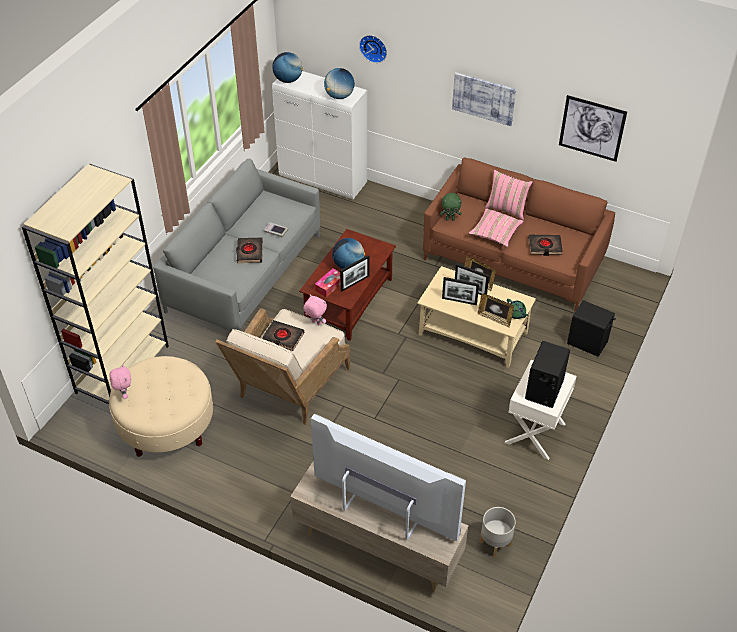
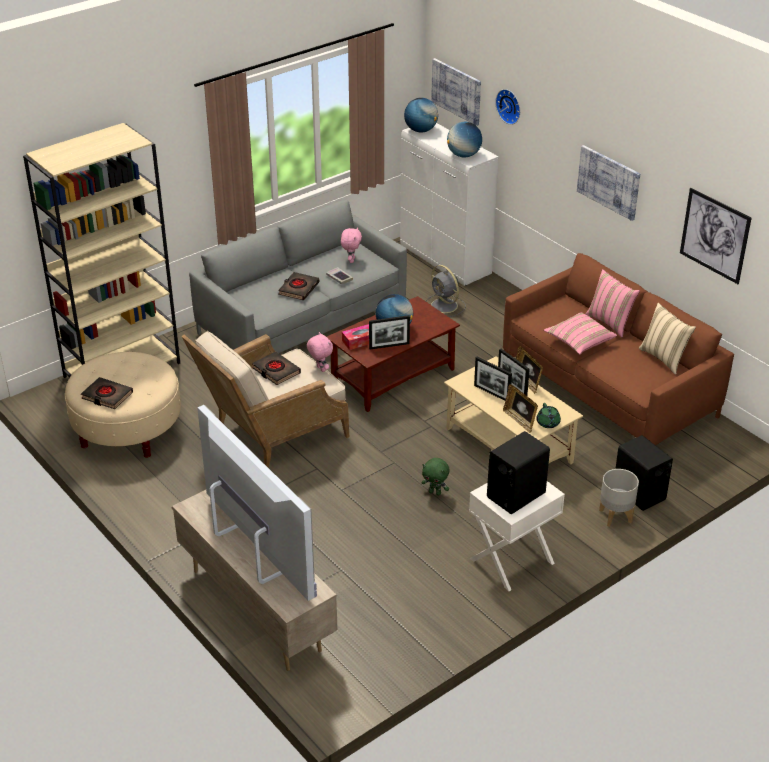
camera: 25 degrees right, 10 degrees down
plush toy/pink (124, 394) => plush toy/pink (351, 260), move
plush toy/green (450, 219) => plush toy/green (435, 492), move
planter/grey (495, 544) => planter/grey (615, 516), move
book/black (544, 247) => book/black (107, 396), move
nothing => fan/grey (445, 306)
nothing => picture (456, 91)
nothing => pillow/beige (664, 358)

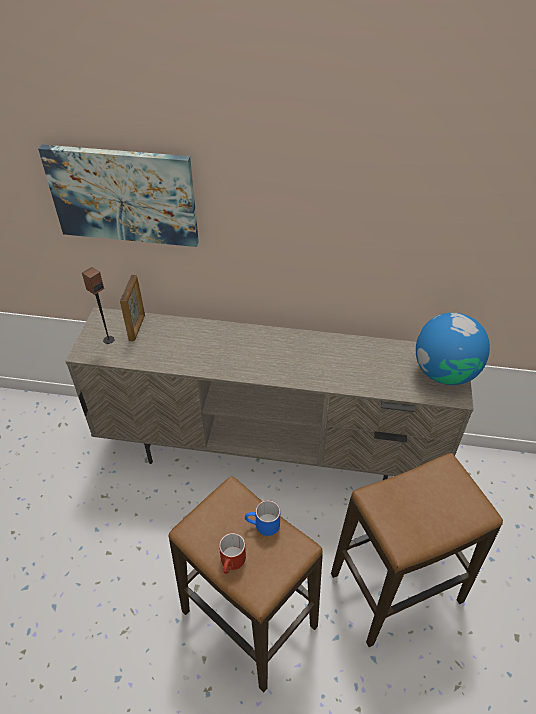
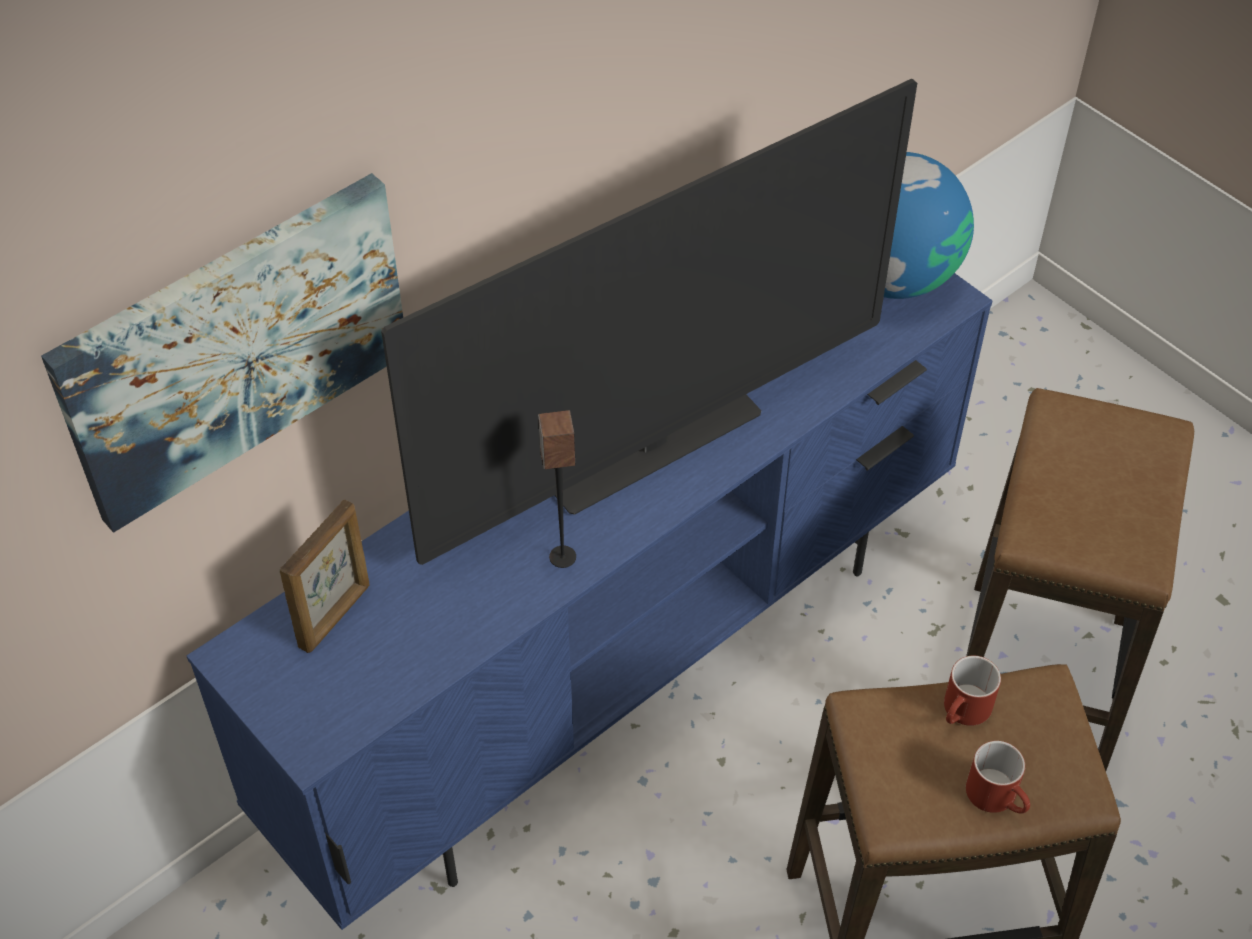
camera: 50 degrees left, 5 degrees up
tv stand/beige (270, 453) => tv stand/blue (624, 672)
speaker (108, 339) => speaker (562, 557), move
picture frame (137, 327) => picture frame (336, 616), 75 degrees clockwise
mug/blue (262, 525) => mug/red (964, 713)
nothing => television (656, 450)

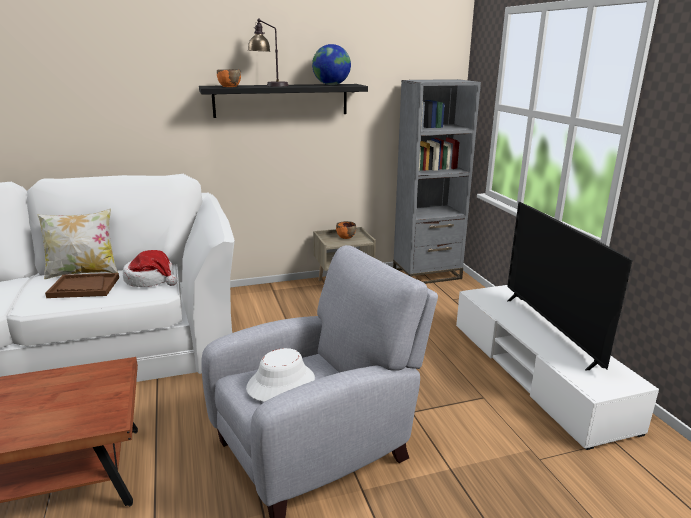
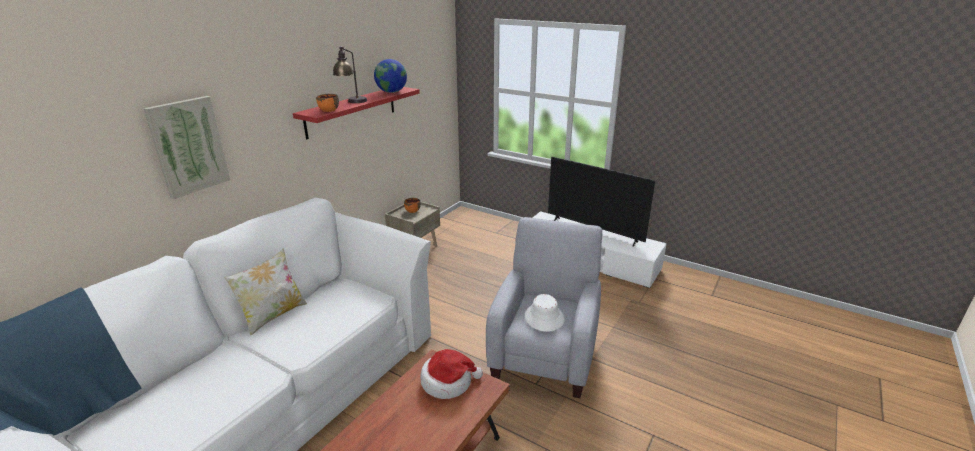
camera: 40 degrees left, 5 degrees up
tray/brown (84, 287) => nothing
hat (151, 279) => hat (448, 382), move
shelf/black (281, 100) => shelf/red (352, 111)
bookcase/grey (427, 274) => nothing
nothing => picture (188, 146)

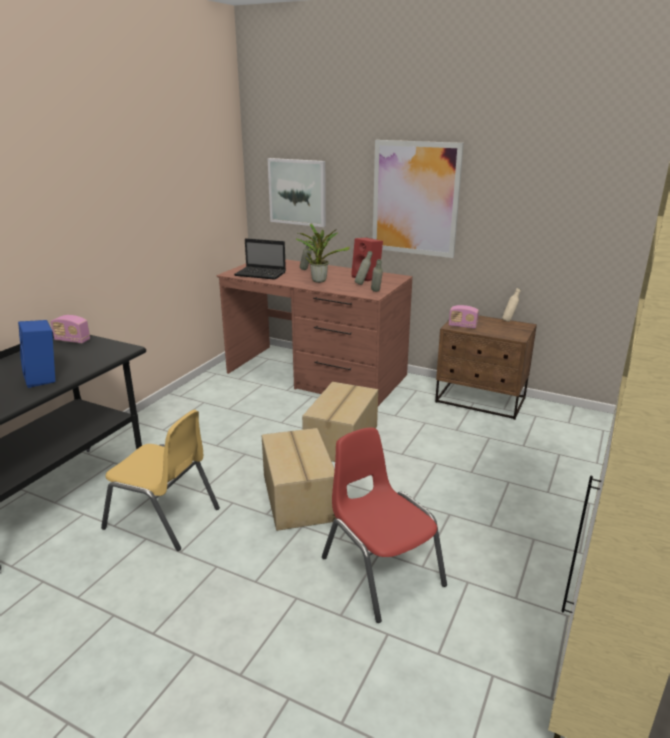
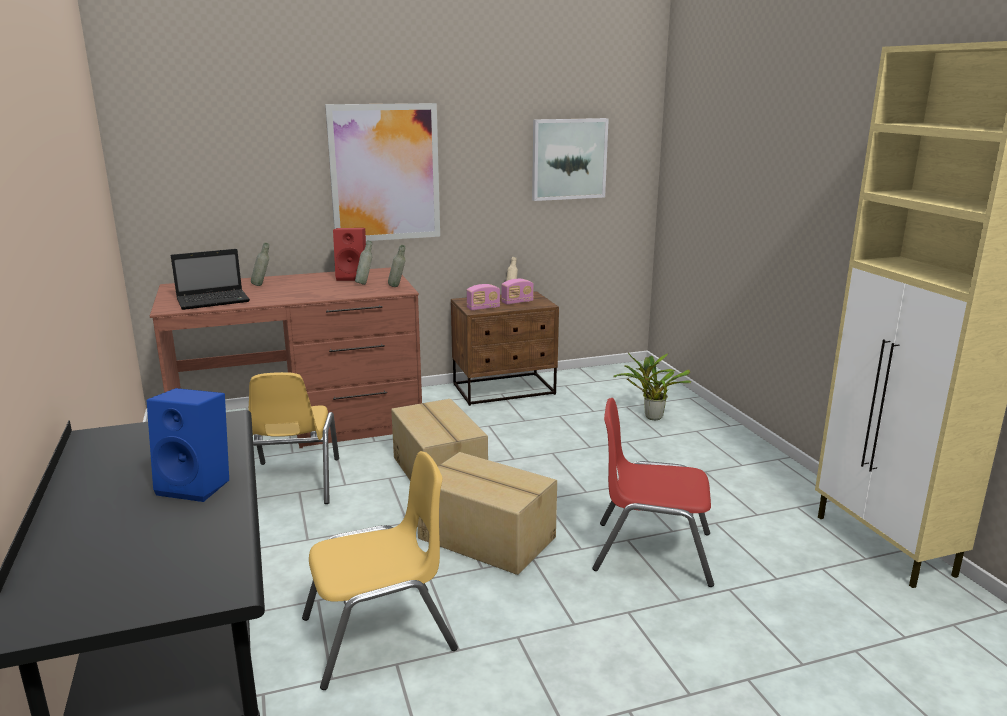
camera: 45 degrees left, 5 degrees down
radio (72, 340) => radio (517, 302), move
picture (297, 192) => picture (569, 159), move
potted plant (319, 280) => potted plant (651, 416), move
nothing => chair/yellow (294, 483)

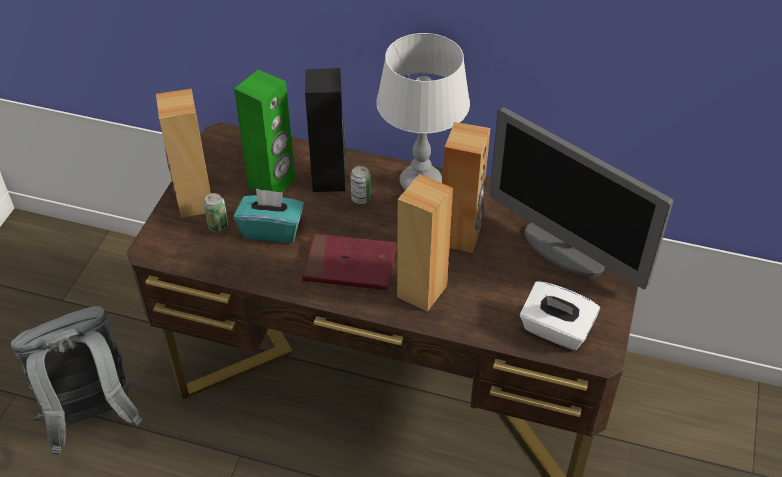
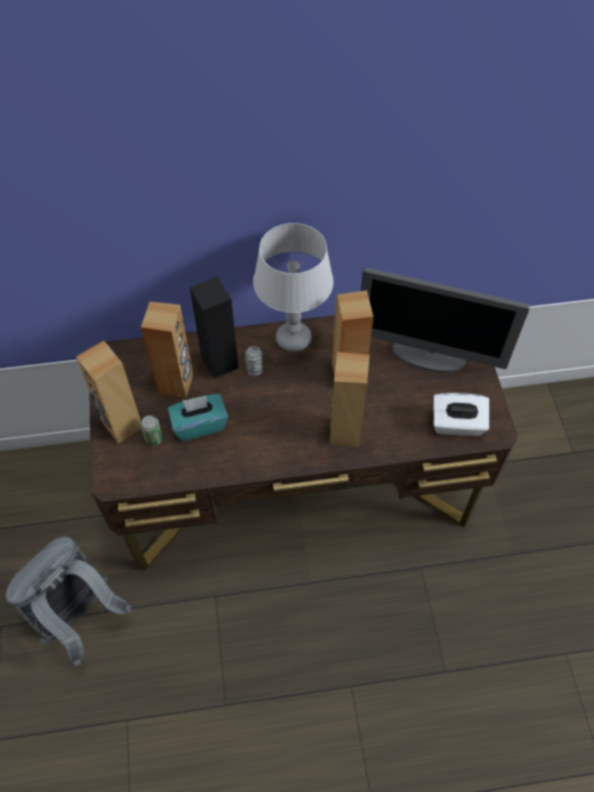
camera: 25 degrees left, 10 degrees up
speaker/green (272, 184) => speaker/brown (176, 384)
book/red (350, 265) => nothing

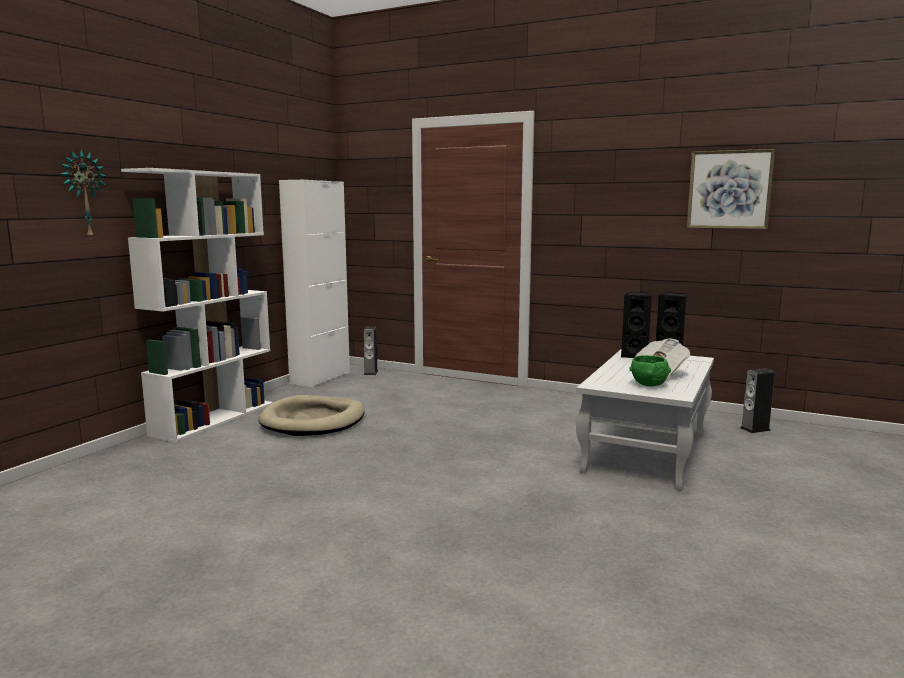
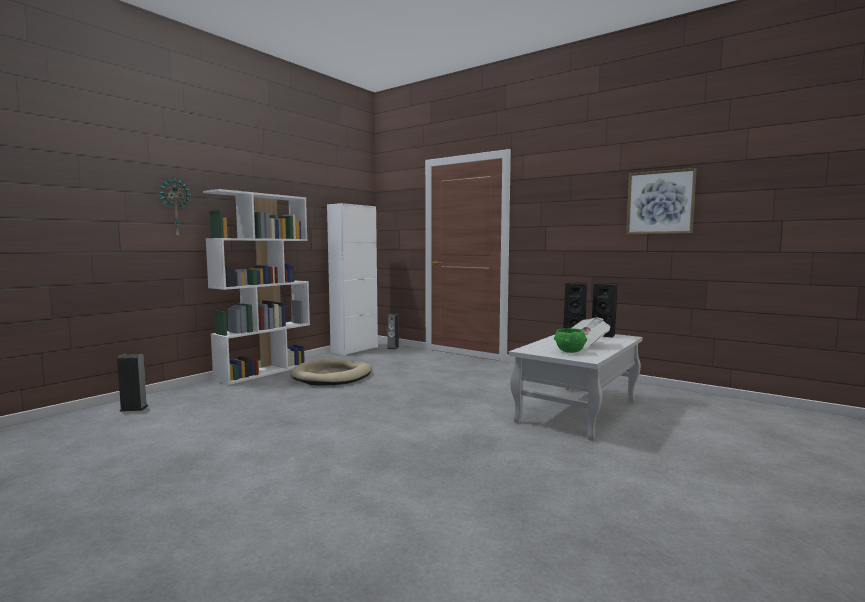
camera: 10 degrees right, 5 degrees down
speaker (755, 429) => speaker (134, 408), move

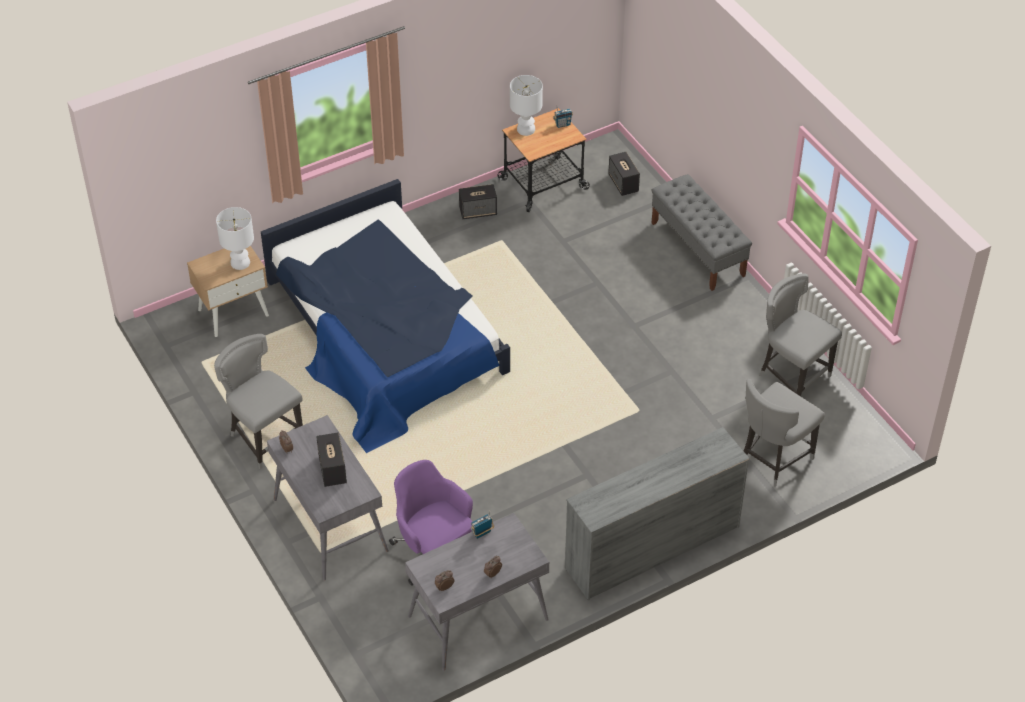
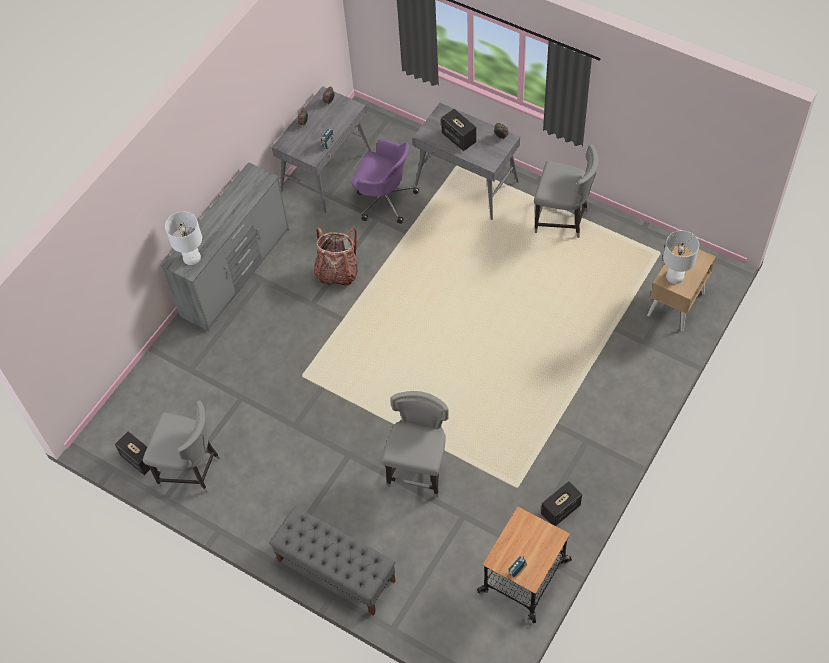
camera: 155 degrees right, 10 degrees up
bed (384, 331) => nothing
table lamp/white (525, 129) => table lamp/white (192, 257), move
speaker (623, 183) => speaker (138, 459), move
chair/grey (773, 459) => chair/grey (419, 469), move
nothing => backpack (337, 272)

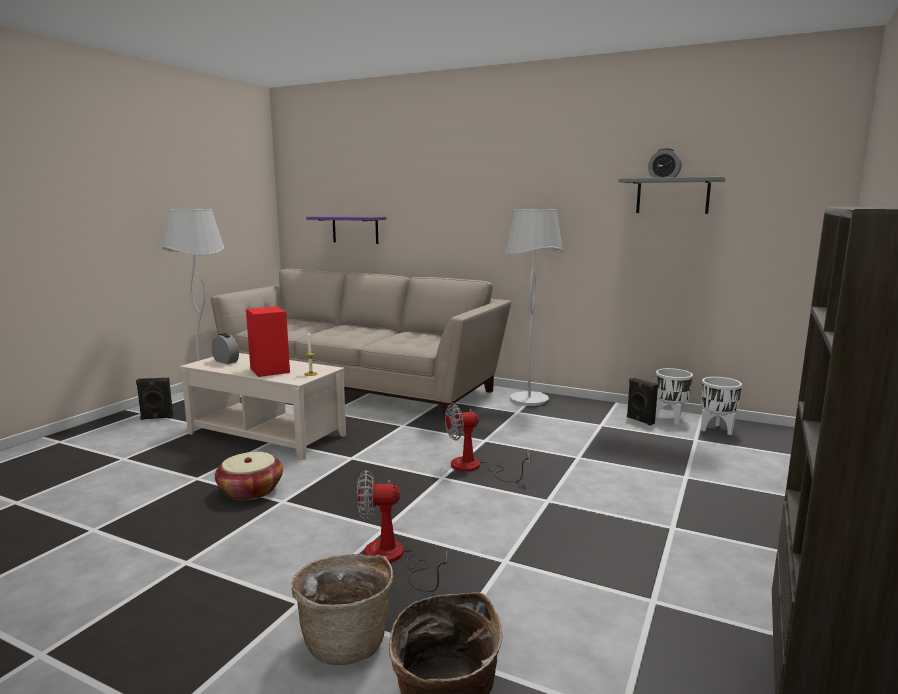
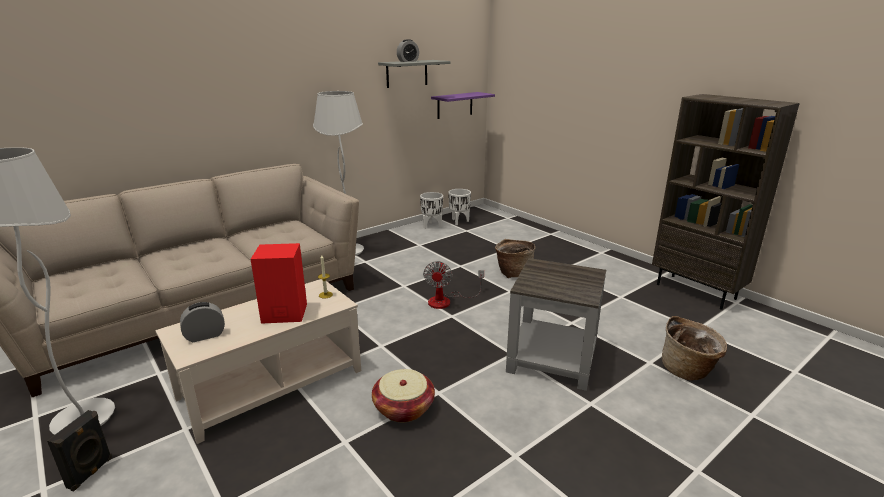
camera: 65 degrees left, 10 degrees up
basket (346, 640) => basket (513, 273), move
shelf/purple (355, 229) => shelf/purple (455, 105), move
fan (393, 559) => side table/grey (553, 358)
speaker/black (639, 420) => nothing

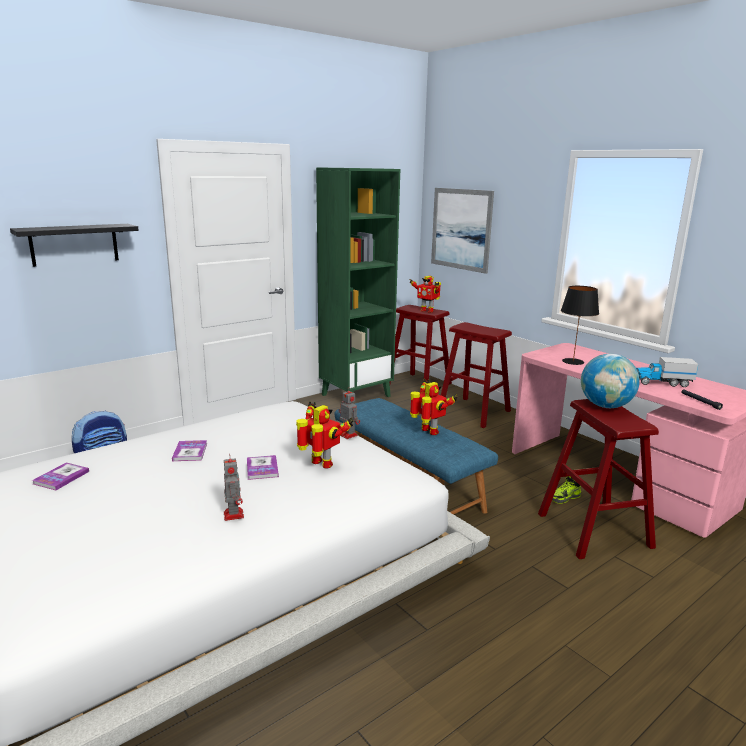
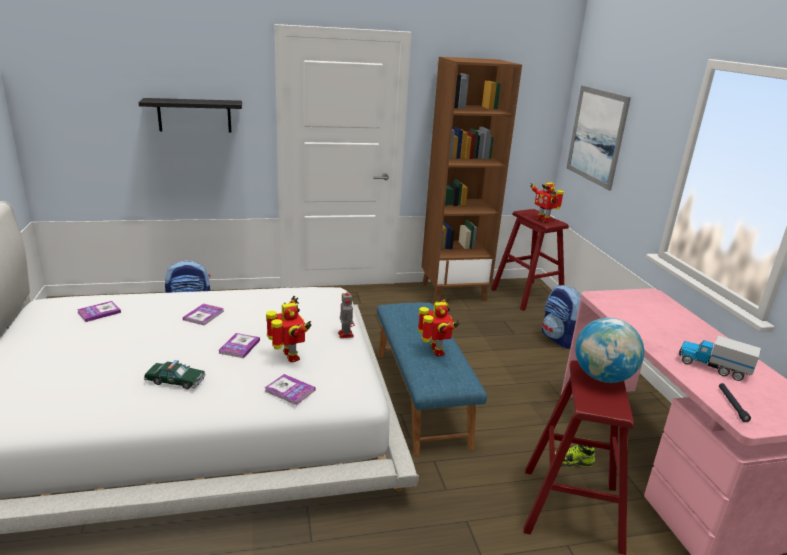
camera: 25 degrees right, 5 degrees up
toy robot (233, 514) => toy car (175, 381)
bookcase/green (356, 395) => bookcase/brown (454, 292)
stool/red (474, 412) => backpack (559, 339)
table lamp/black (573, 361) => nothing
nothing => book (290, 390)

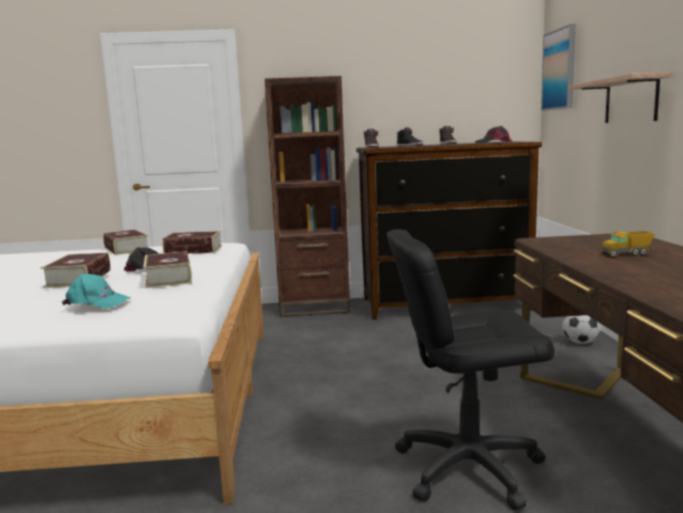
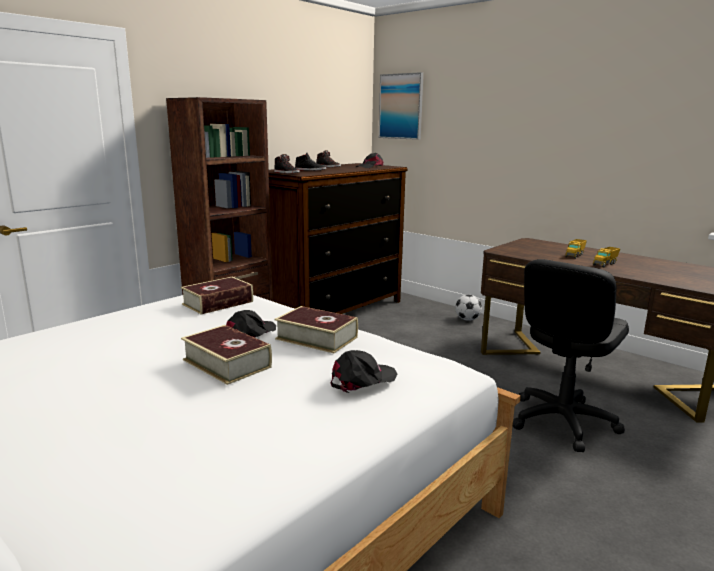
camera: 45 degrees left, 5 degrees up
cap/turquoise (96, 302) => cap/black (362, 379)
book (126, 249) => nothing
shelf (631, 100) => nothing
nothing => toy truck (605, 264)

